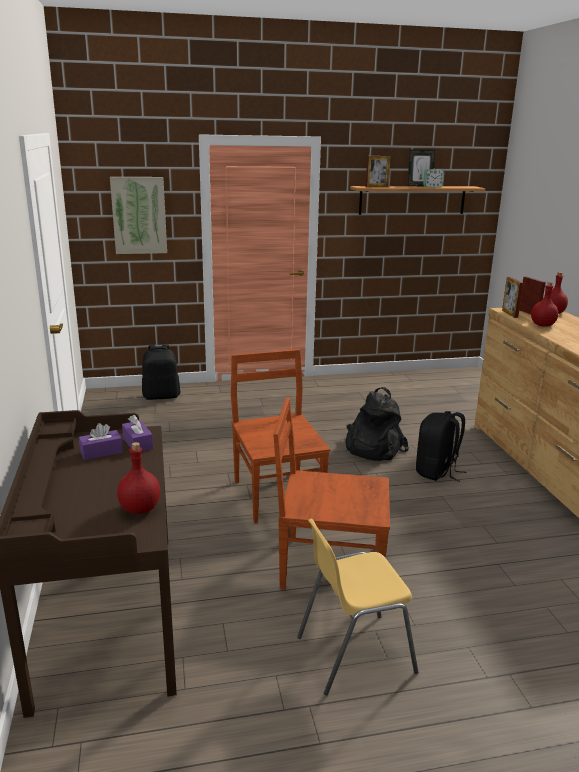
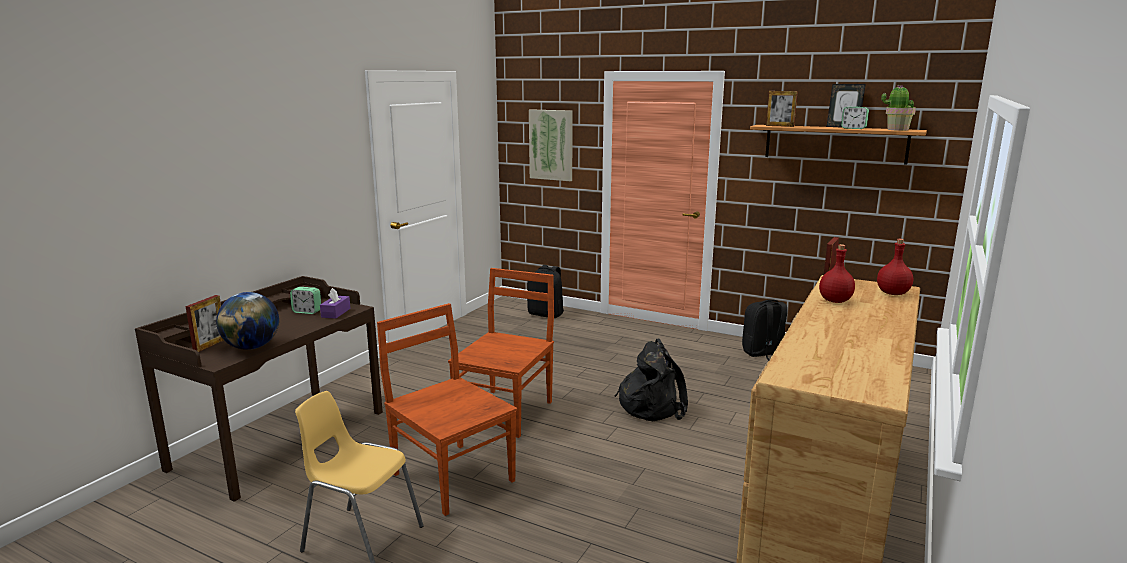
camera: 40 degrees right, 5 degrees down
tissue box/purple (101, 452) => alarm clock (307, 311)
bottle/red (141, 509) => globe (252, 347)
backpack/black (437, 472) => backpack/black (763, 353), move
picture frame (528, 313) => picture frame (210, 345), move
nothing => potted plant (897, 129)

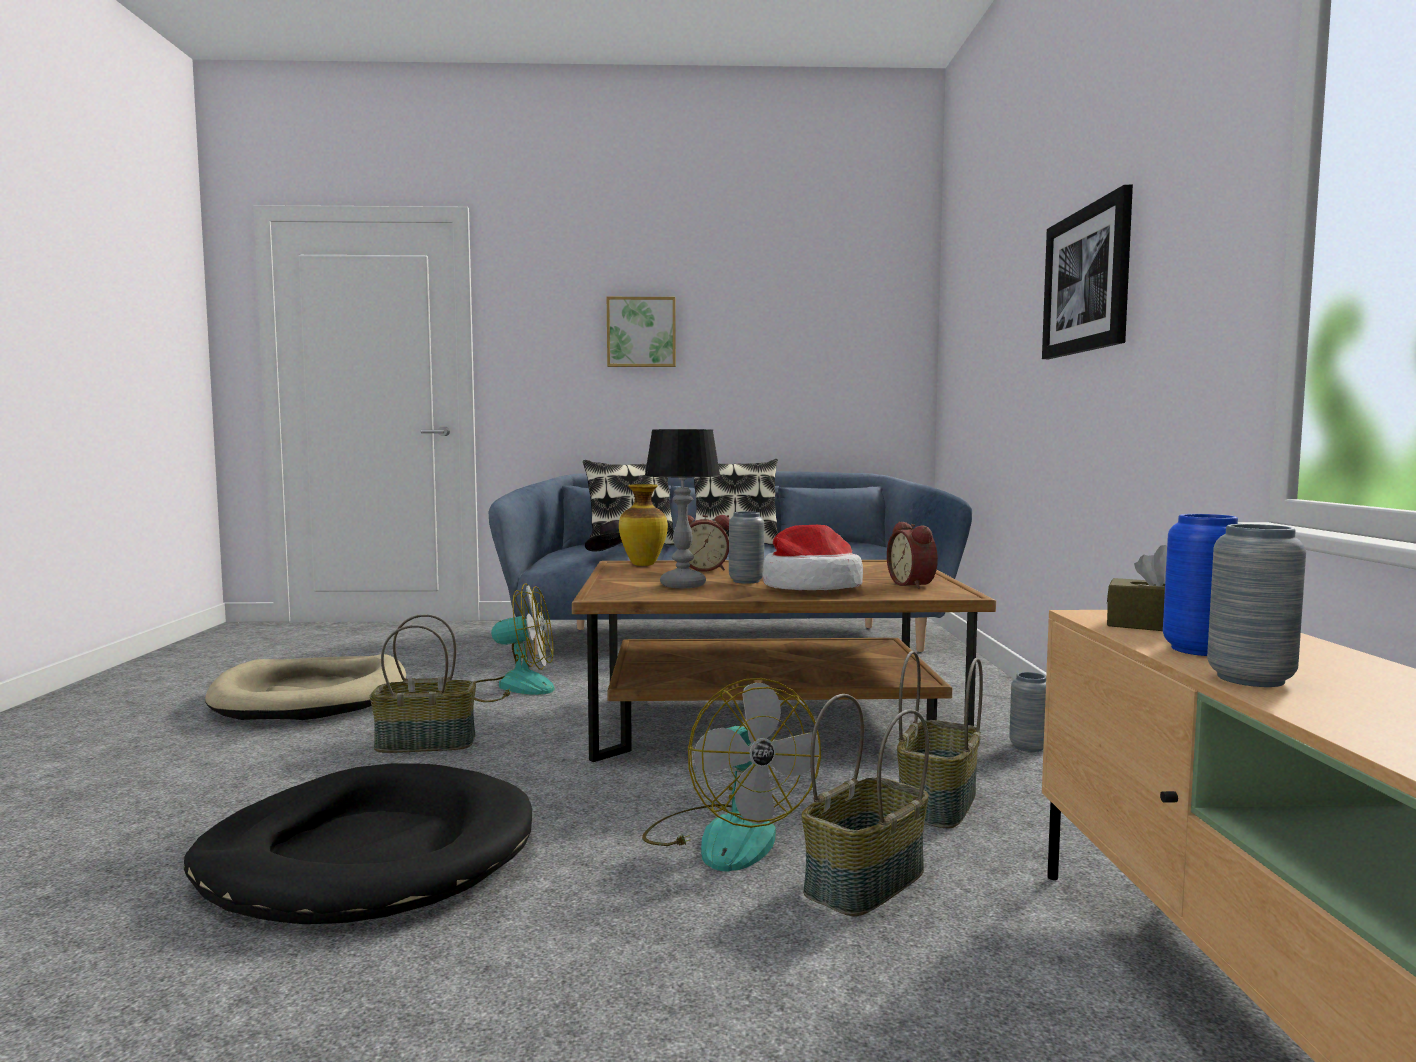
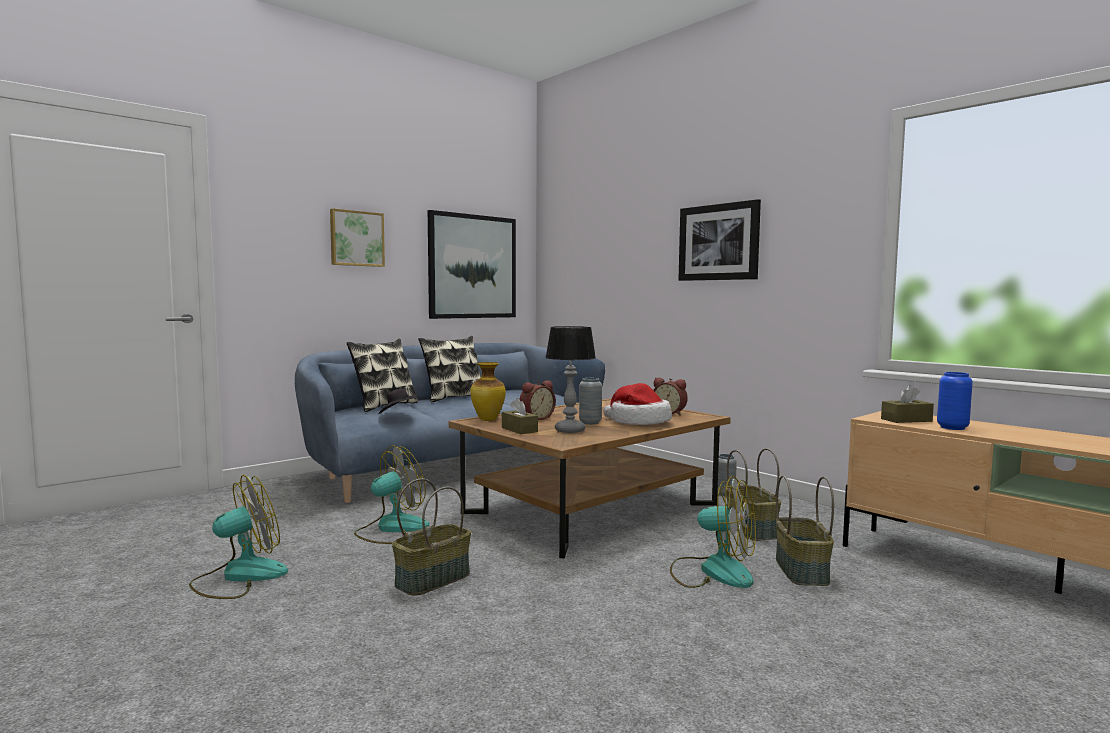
camera: 40 degrees left, 0 degrees up
dog bed/black (369, 854) => nothing
dog bed/beige (312, 696) => fan (239, 576)
vase/grey (1250, 679) => nothing
nothing => picture (472, 266)
nothing => tissue box/brown (519, 429)

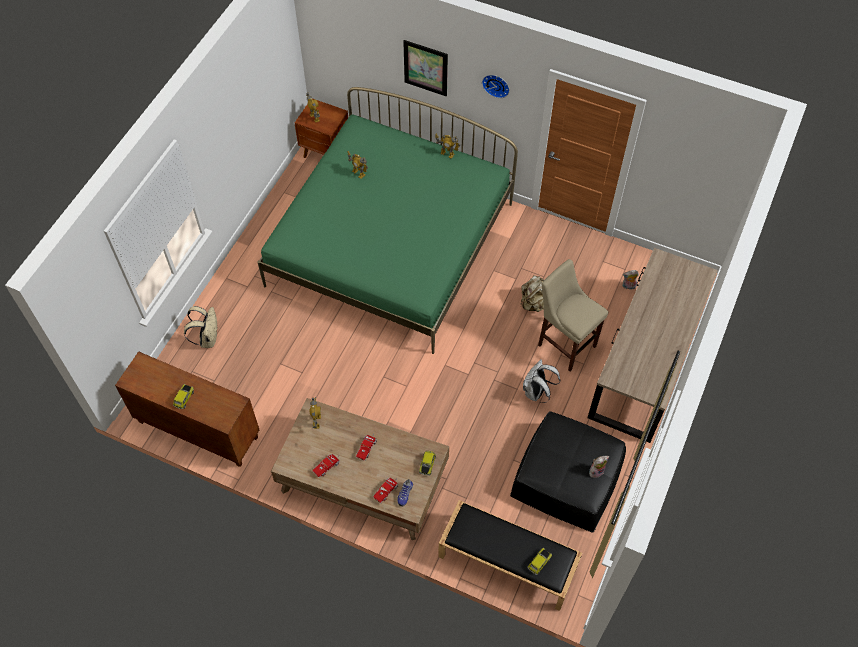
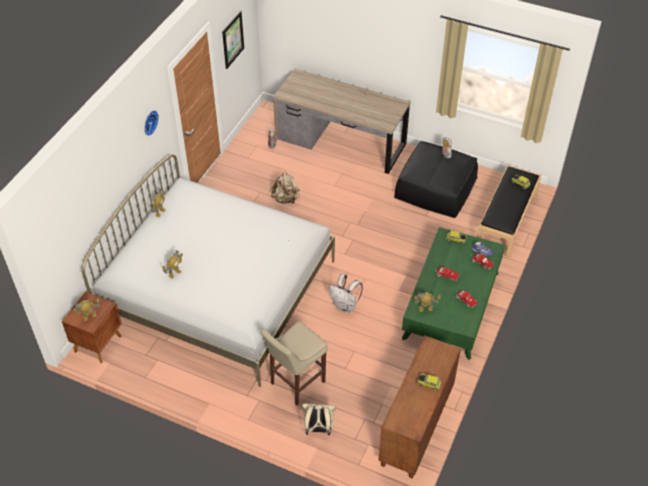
camera: 90 degrees left, 10 degrees down
bed/green (391, 244) => bed/white (218, 290)
coffee table/brown (363, 479) => coffee table/green (451, 304)
picture (426, 68) => picture (232, 39), move
backpack/white (536, 392) => backpack/white (345, 306), move
stool/beige (565, 343) => stool/beige (295, 384), move

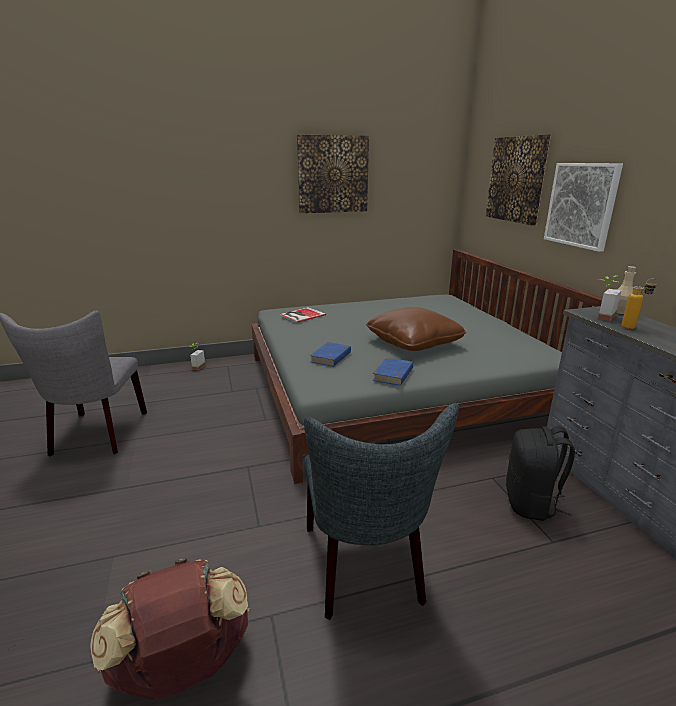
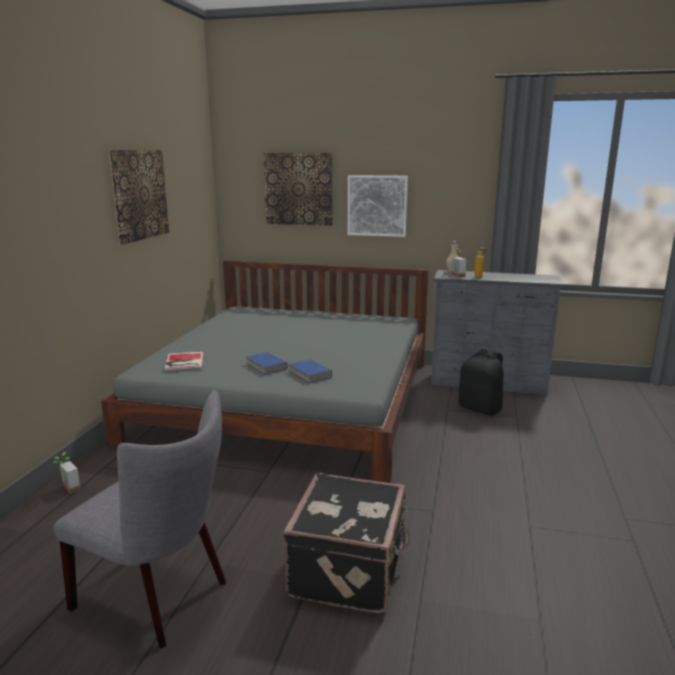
camera: 60 degrees left, 5 degrees down
backpack/brown (183, 666) => nothing
chair/grey (365, 569) => nothing
pillow/brown (413, 343) => nothing
book/blue (393, 374) => book/blue (266, 366), move
nothing => suitcase/black (350, 570)

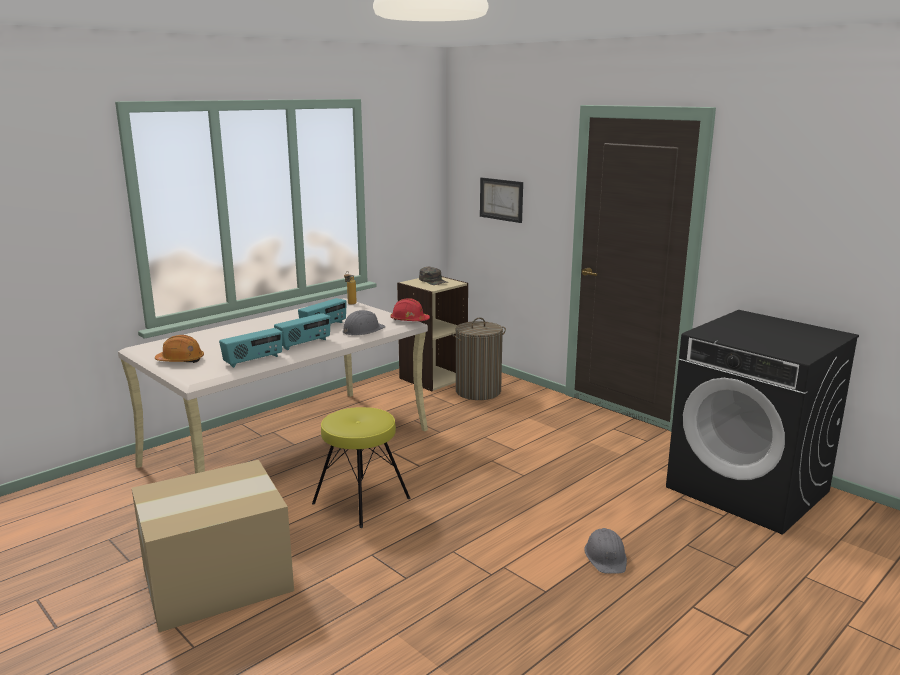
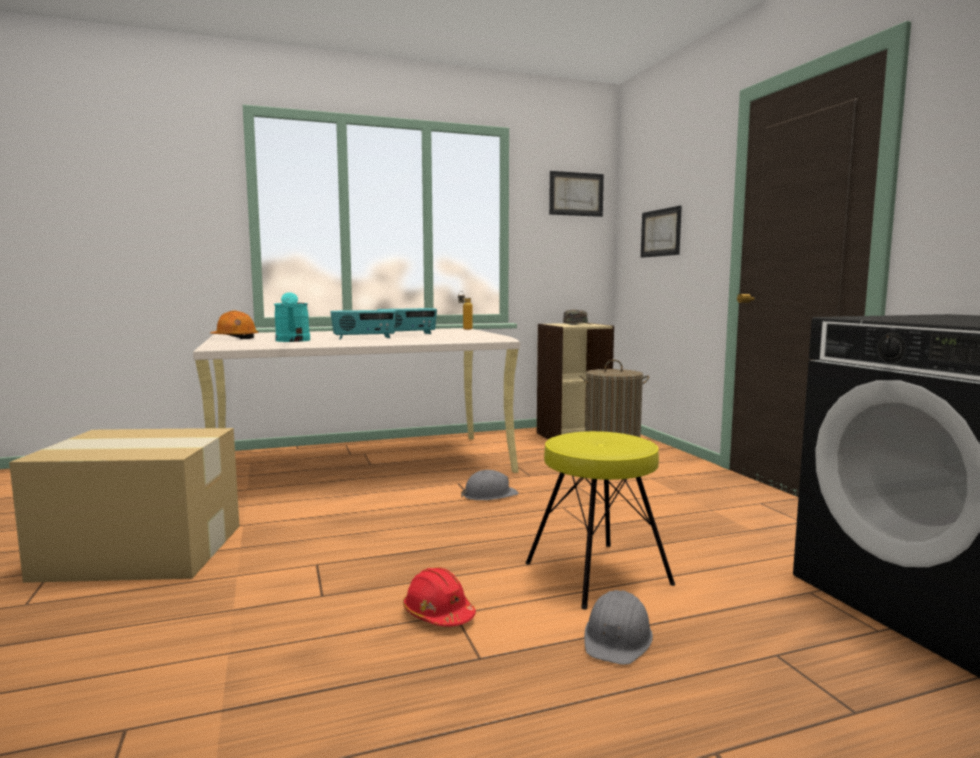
camera: 25 degrees right, 10 degrees down
radio (253, 360) => watering can/turquoise (293, 341)
stool/yellow (361, 501) => stool/yellow (597, 574), move
hard hat/grey (362, 330) => hard hat/grey (489, 495), move
hard hat/red (409, 320) => hard hat/red (438, 614), move
nothing => picture (576, 194)

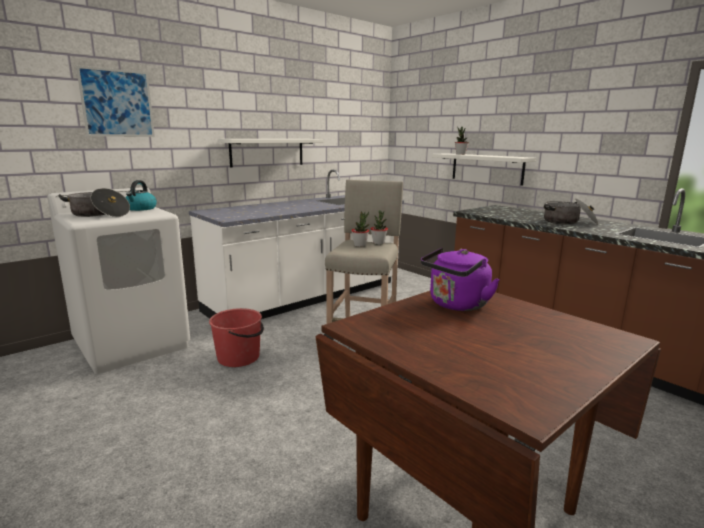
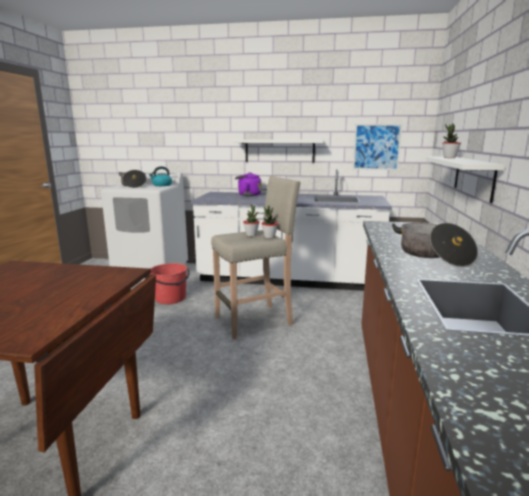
camera: 50 degrees right, 0 degrees up
picture (117, 103) => picture (376, 147), move
kettle/purple (456, 305) => kettle/purple (248, 195), move

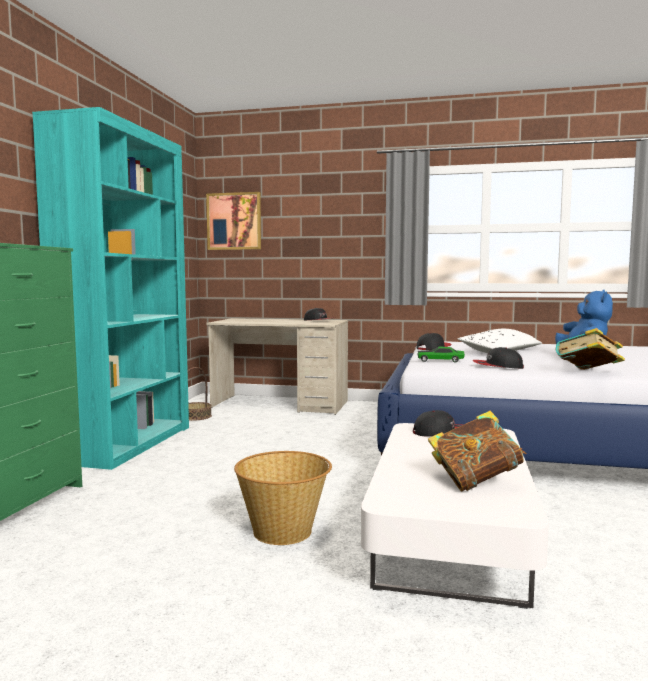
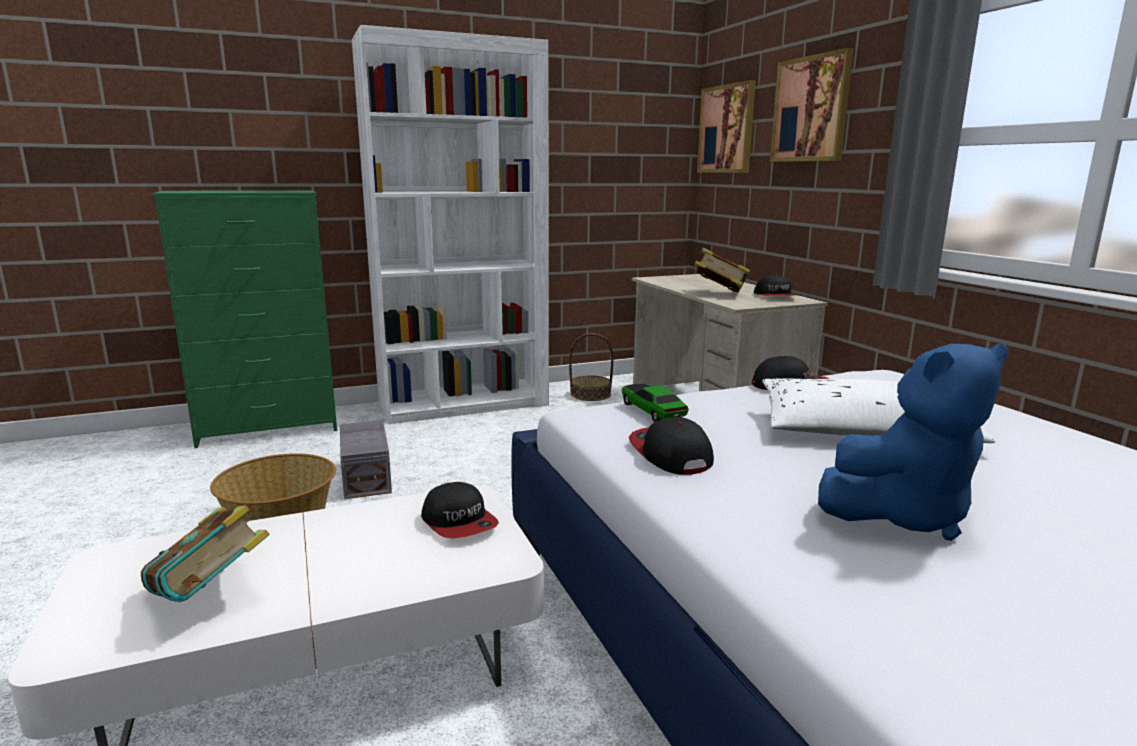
camera: 55 degrees right, 10 degrees up
bookcase/turquoise (128, 444) => bookcase/white (464, 404)
book (588, 373) => book (719, 294), move
nothing => storage box/grey (367, 476)
nothing => picture (811, 109)

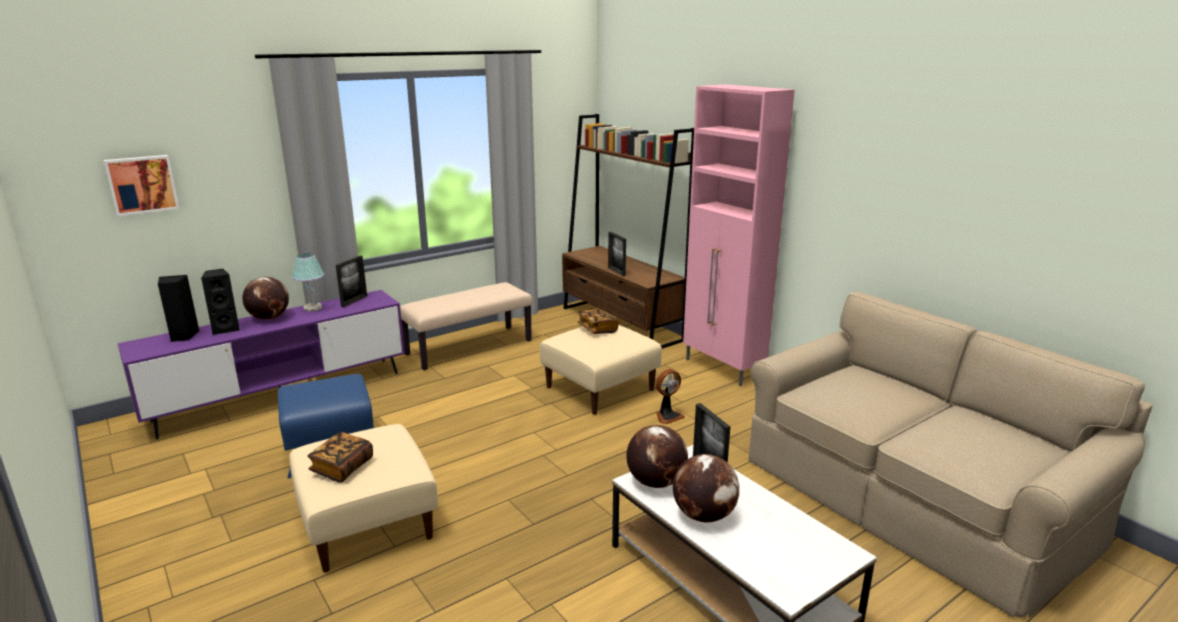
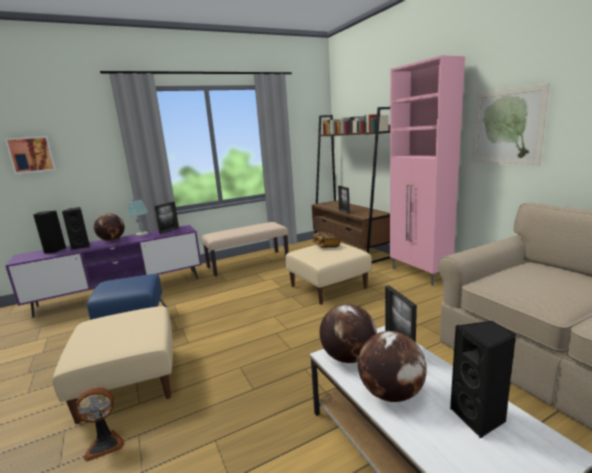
camera: 10 degrees right, 5 degrees down
book (342, 467) => nothing
fan (667, 416) => fan (105, 444), move
nothing => speaker/black (479, 418)
nothing => picture (507, 127)

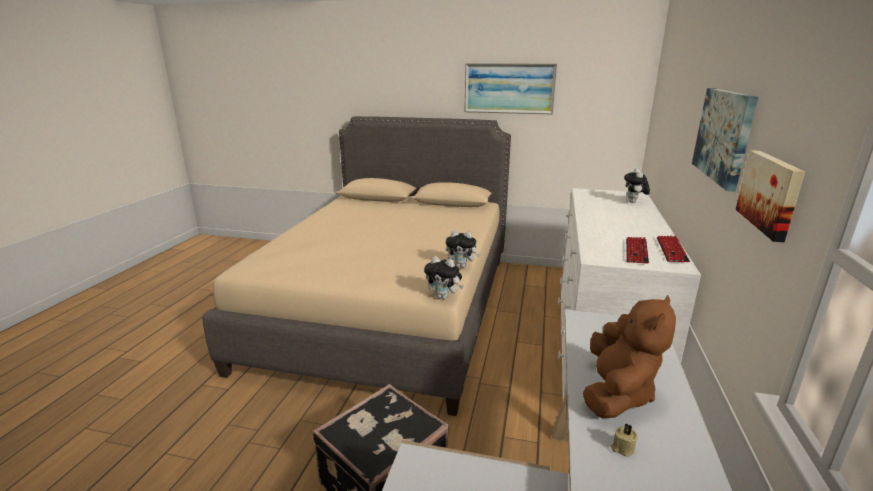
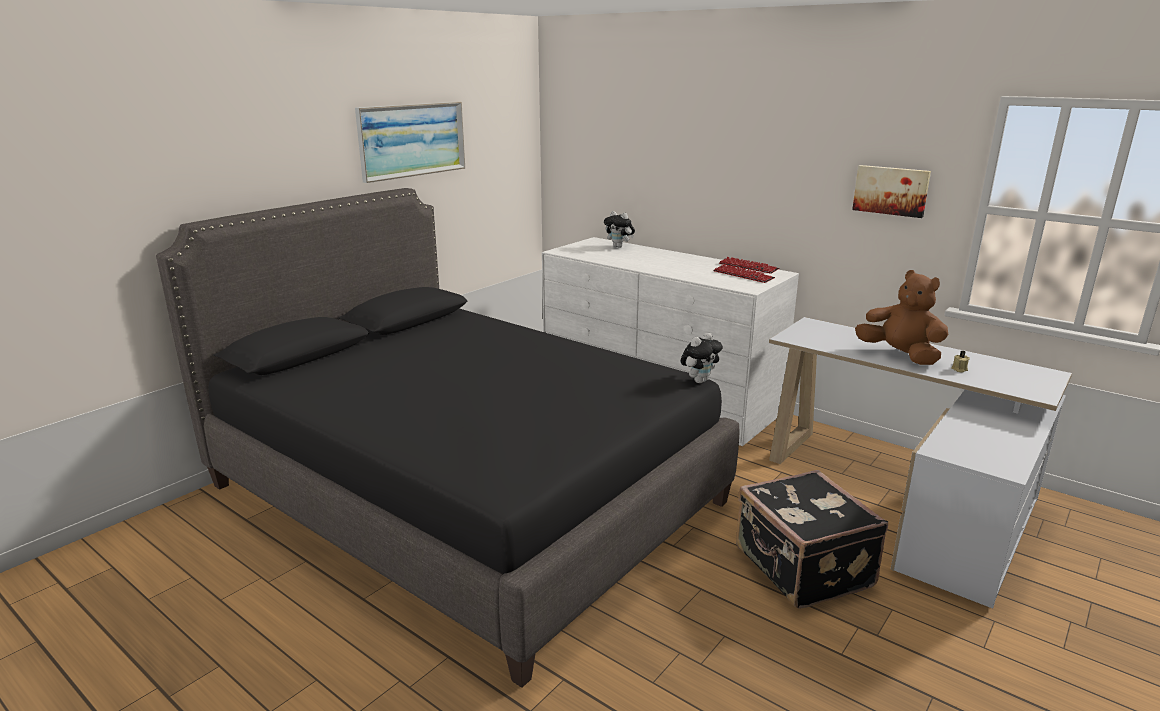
camera: 65 degrees left, 0 degrees up
bed/beige (389, 307) => bed/black (464, 494)
plush toy (461, 266) => nothing
picture (724, 135) => nothing

